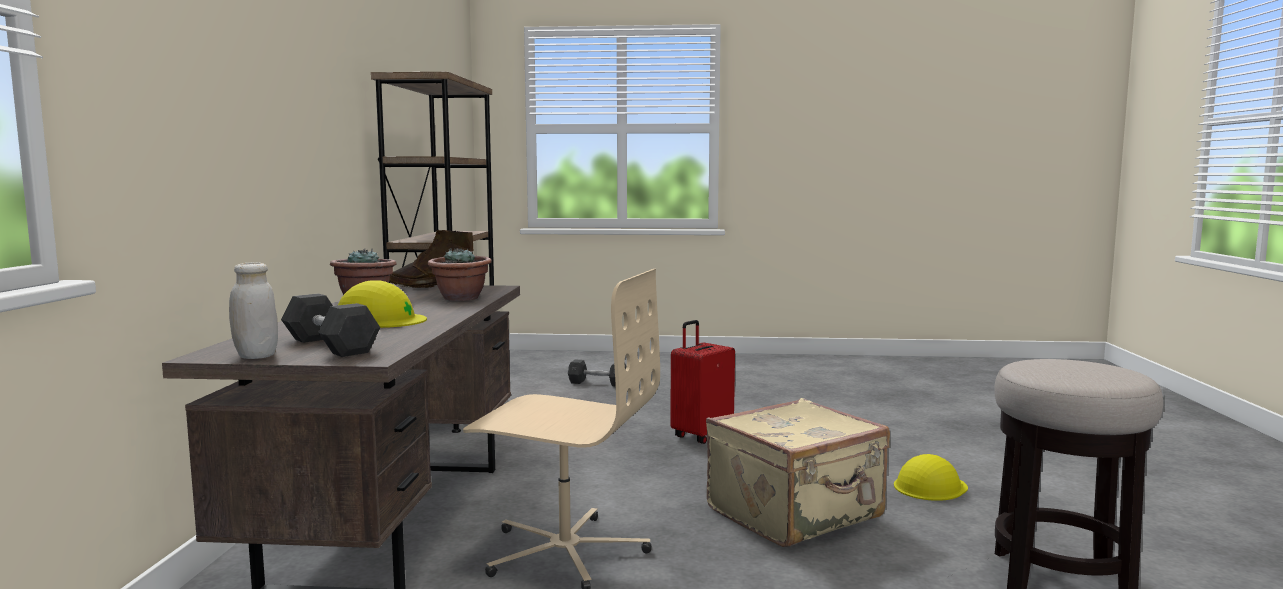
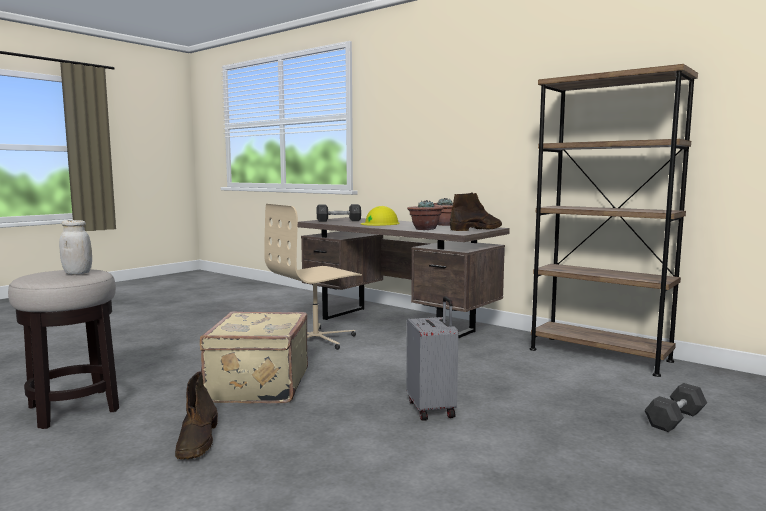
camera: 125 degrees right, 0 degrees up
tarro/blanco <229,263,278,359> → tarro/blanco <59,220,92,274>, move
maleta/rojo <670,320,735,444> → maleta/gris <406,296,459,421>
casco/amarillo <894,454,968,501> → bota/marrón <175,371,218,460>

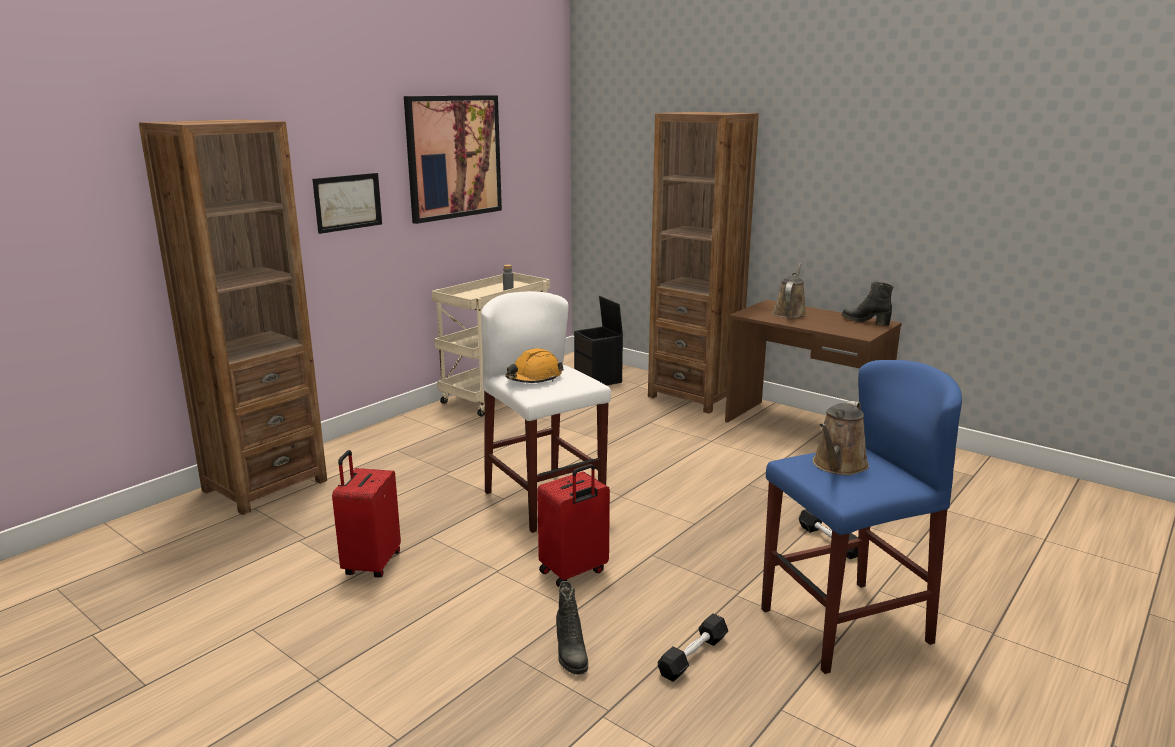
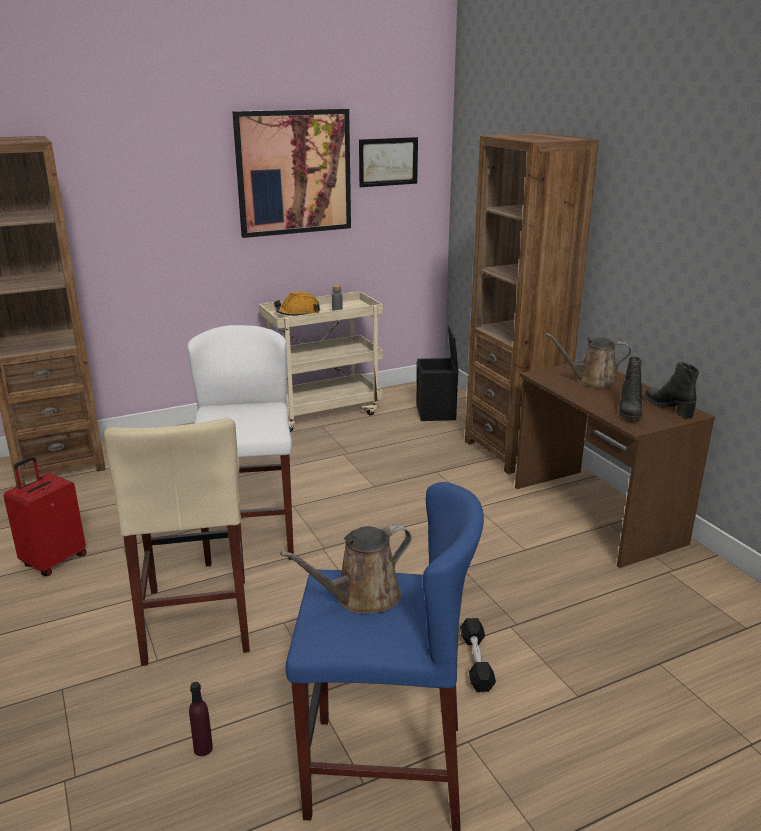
camera: 25 degrees right, 5 degrees up
cuadro <312,173,382,234> → cuadro <359,137,418,187>, move
regadera/marrón <772,263,806,318> → regadera/marrón <546,333,632,388>, 135 degrees counterclockwise
casco/naranja <505,348,564,383> → casco/naranja <274,291,320,316>, move
maleta/rojo <537,464,610,587> → taburete/beis <104,418,250,666>
bota/negro <556,581,588,674> → bota/negro <619,356,642,421>, move
mancuerna/negro <657,613,728,681> → botella/morado <189,682,213,756>

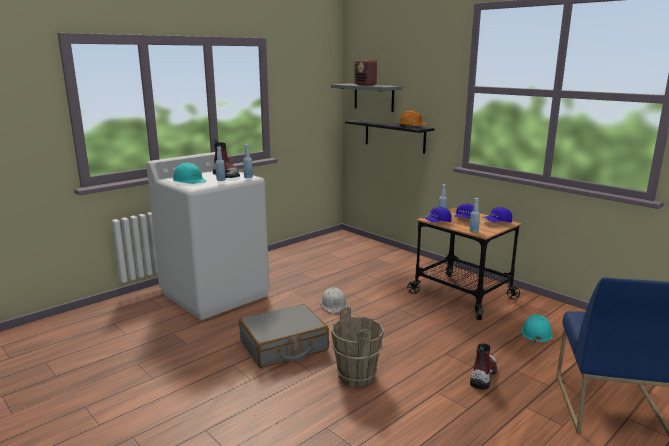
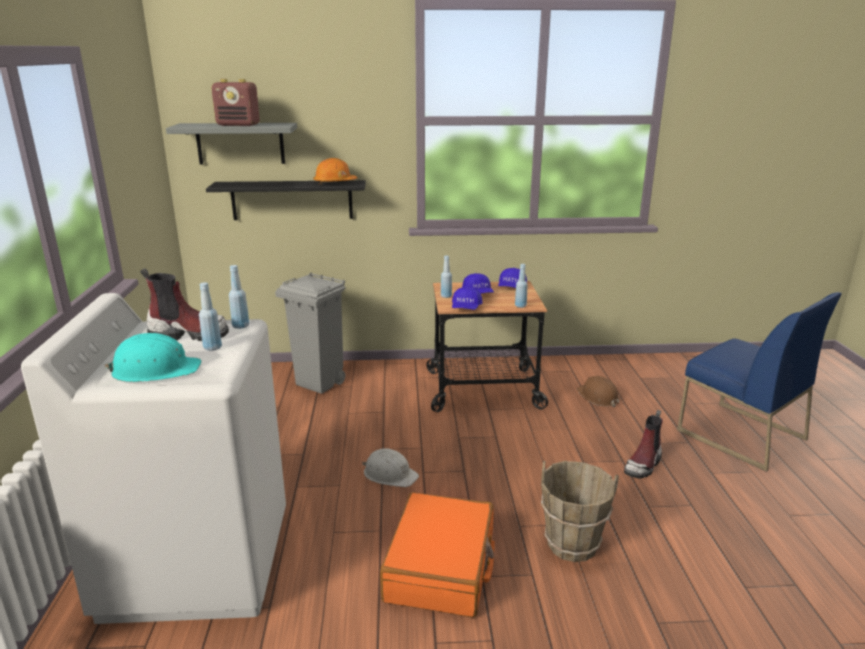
camera: 50 degrees left, 5 degrees up
maleta/gris <239,304,329,368> → maleta/naranja <380,492,495,618>
casco/turquesa <522,315,553,343> → casco/marrón <577,376,619,407>
bota <470,343,497,390> → bota <624,410,663,479>, 120 degrees counterclockwise
- → papelera/gris <275,272,346,394>

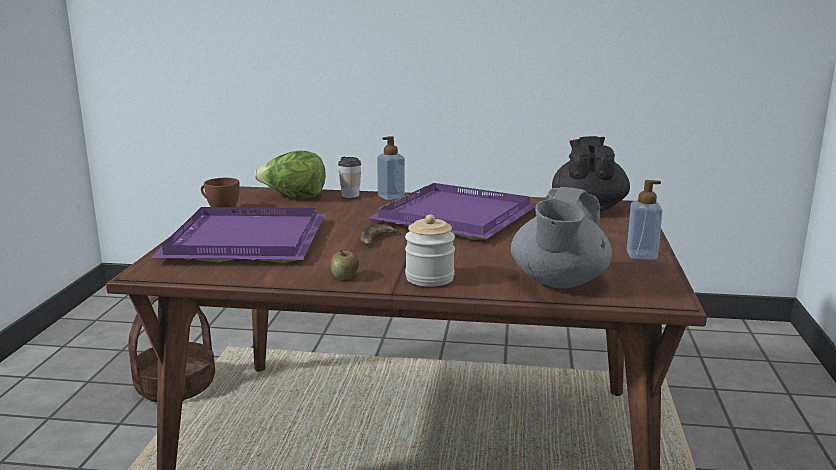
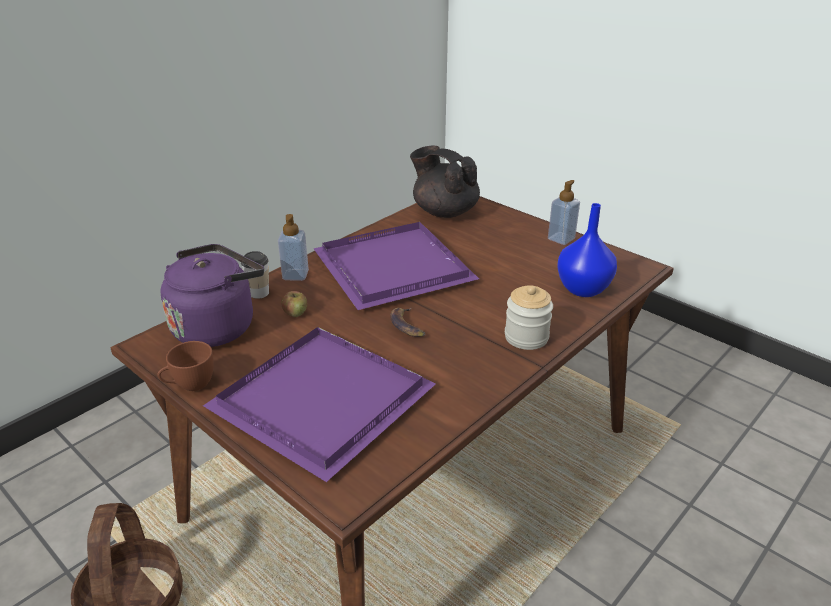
camera: 55 degrees left, 15 degrees up
lechuga <254,150,325,198> → hervidor/morado <160,244,264,347>
tetera/gris <511,187,612,288> → florero/azul <557,203,617,297>
manzana <330,250,359,280> → manzana <281,291,307,317>, move

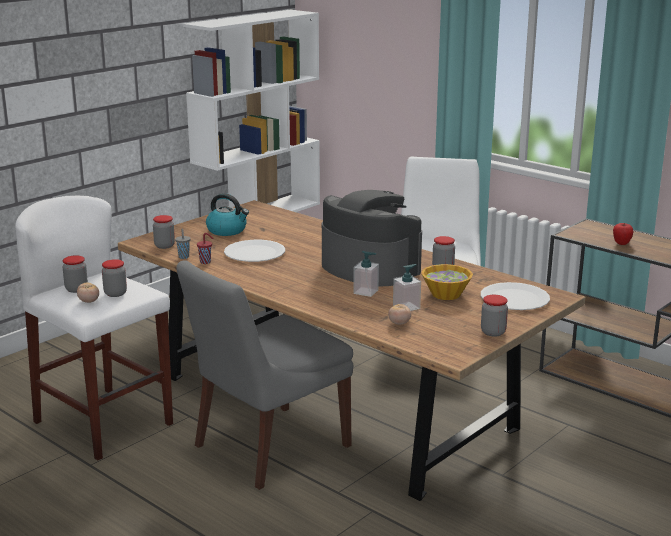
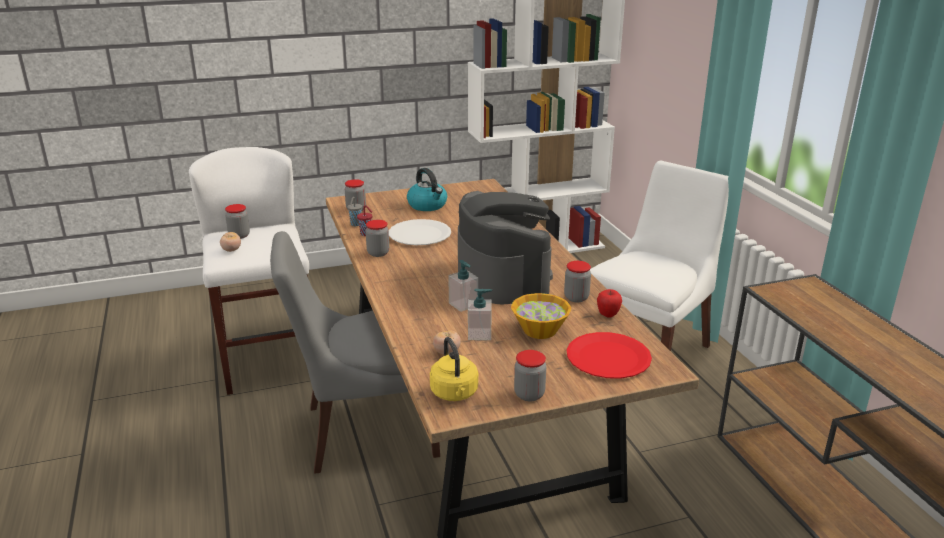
camera: 30 degrees right, 5 degrees up
manzana <613,223,633,245> → manzana <597,289,622,318>, move
tarro <102,259,127,297> → tarro <366,220,389,257>, move
plato/blanco <481,282,550,310> → plato/rojo <567,332,652,379>
- → hervidor/amarillo <430,337,478,401>

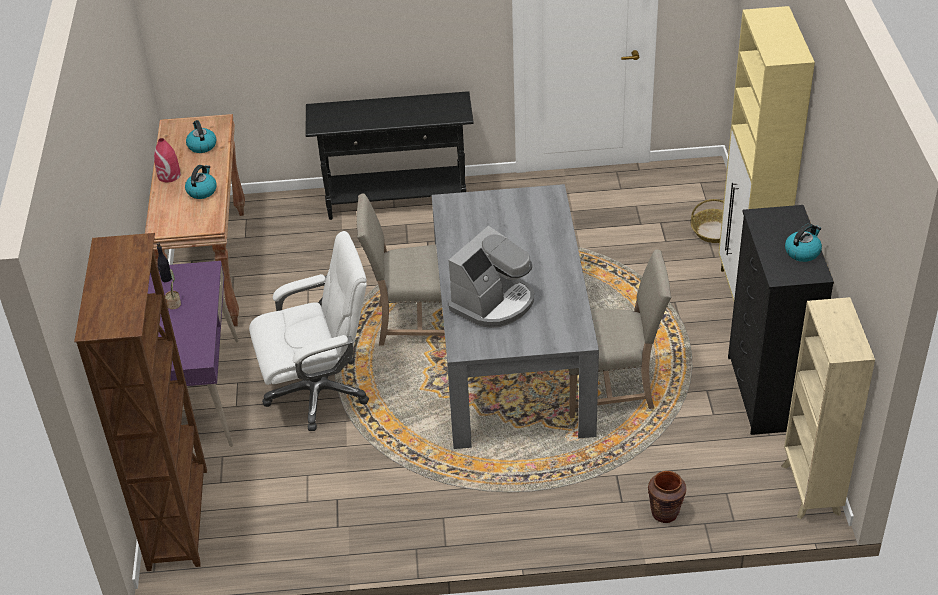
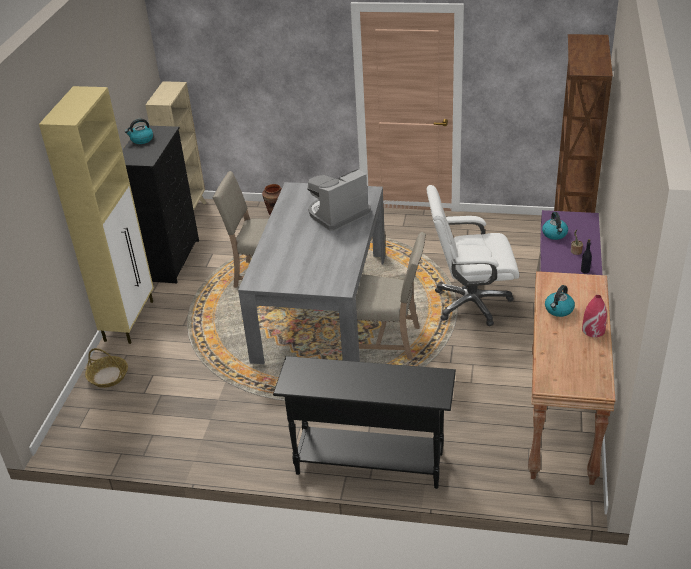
camera: 165 degrees left, 5 degrees down
hervidor <186,120,216,153> → hervidor <542,212,568,240>, move

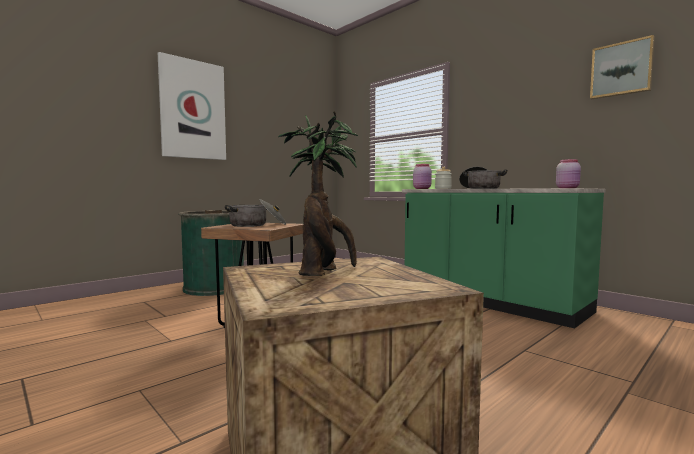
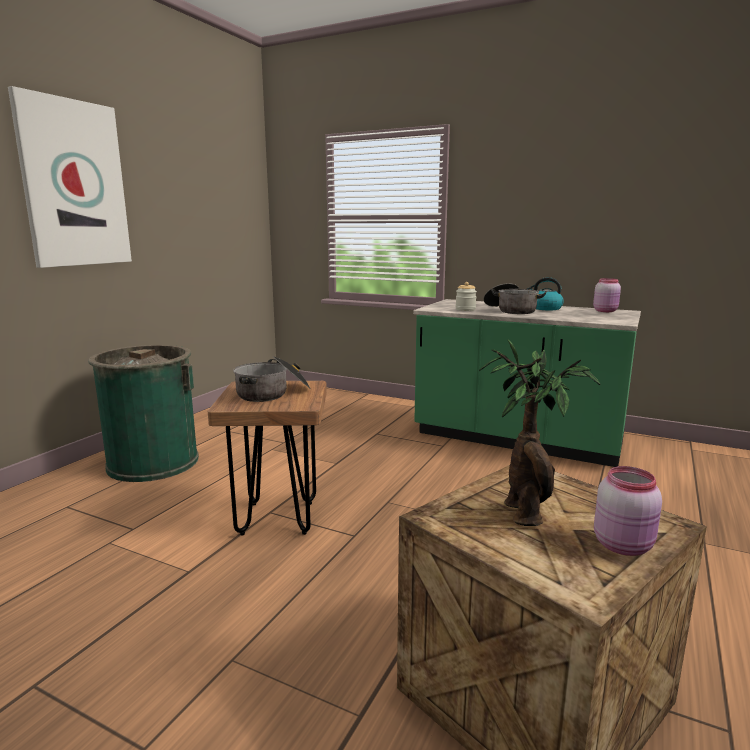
camera: 20 degrees left, 10 degrees up
cuadro <590,35,655,99> → -
tarro/rosa <413,164,432,189> → tarro/rosa <594,466,662,556>, move
- → hervidor <527,277,564,310>

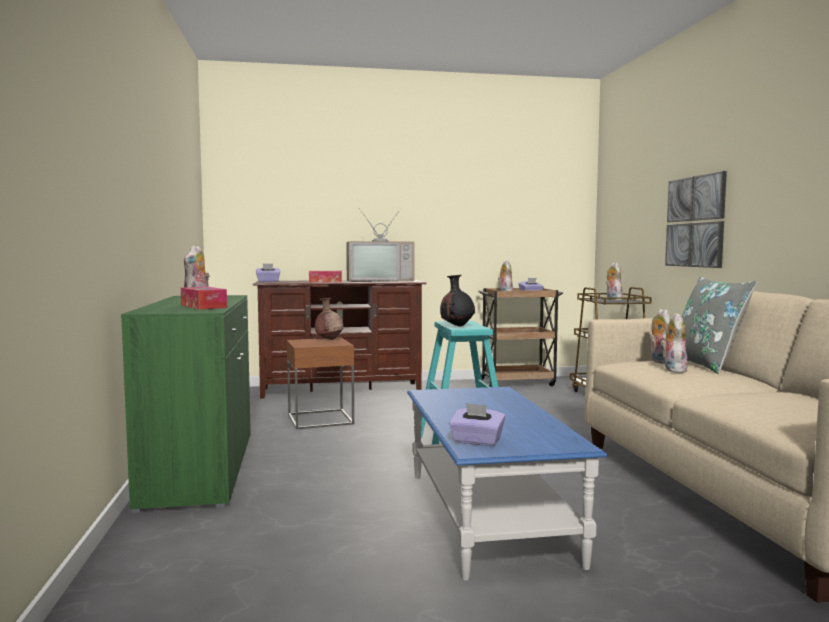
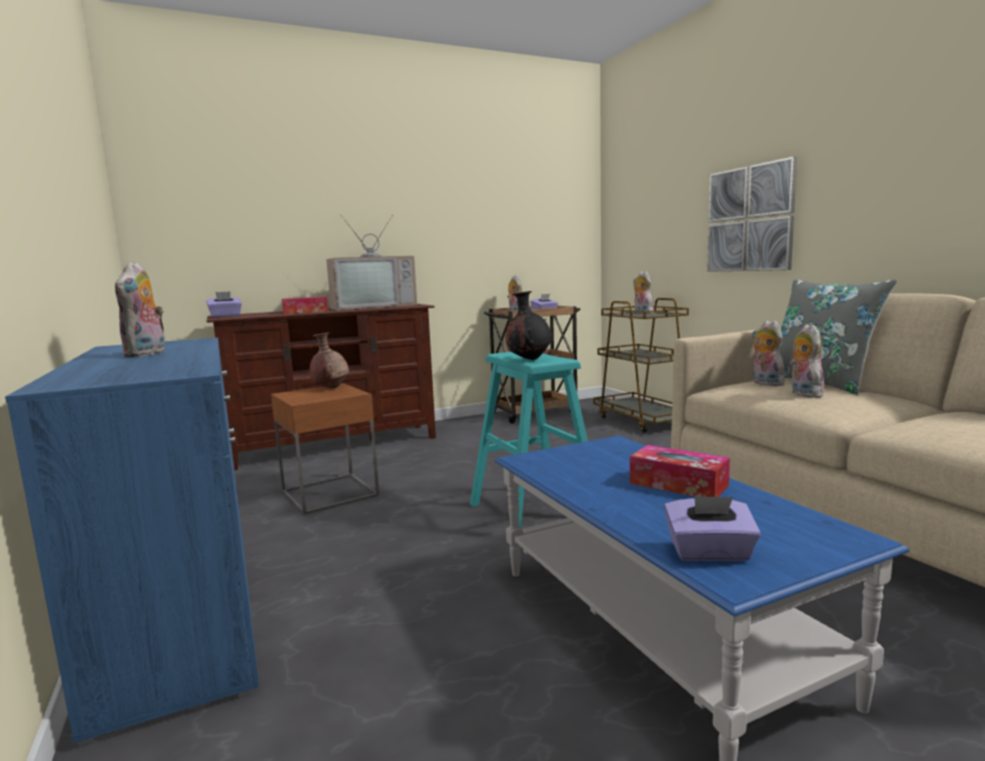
camera: 15 degrees left, 5 degrees up
caja de pañuelos <181,287,227,309> → caja de pañuelos <630,445,730,497>, move
armario/verde <121,295,251,513> → armario/azul <5,338,259,748>

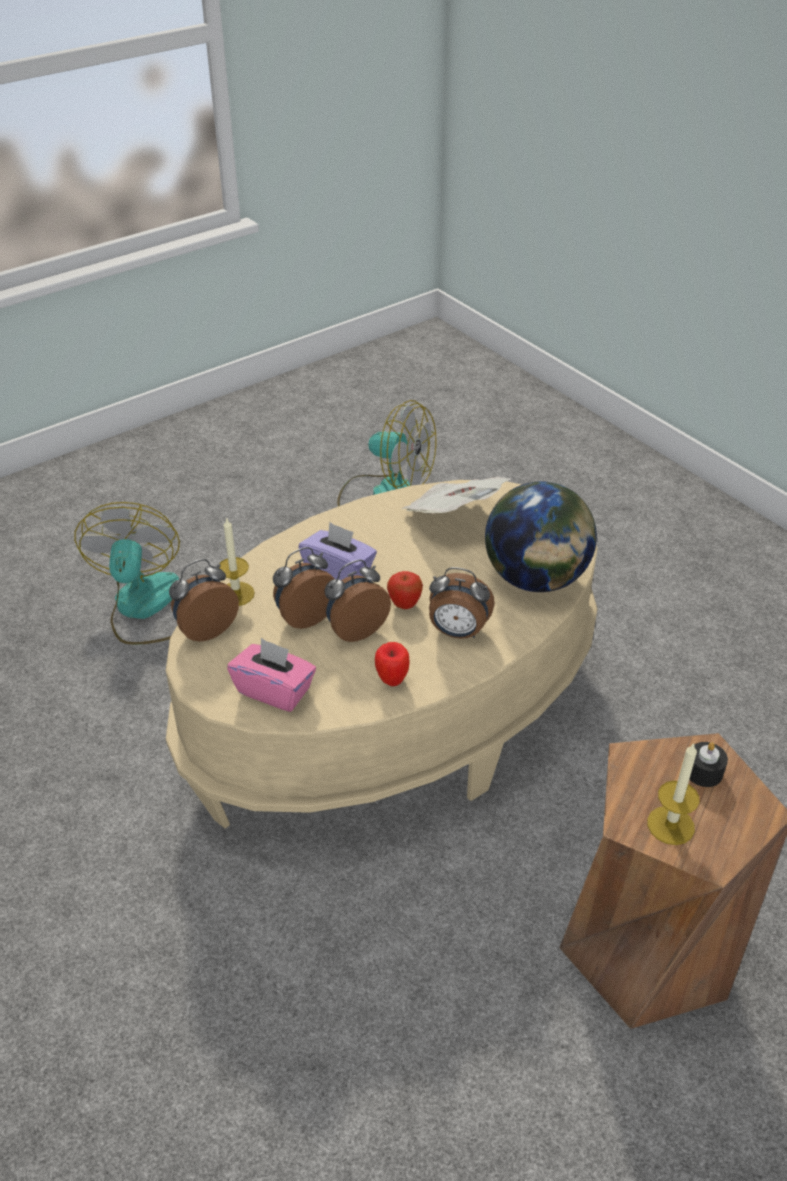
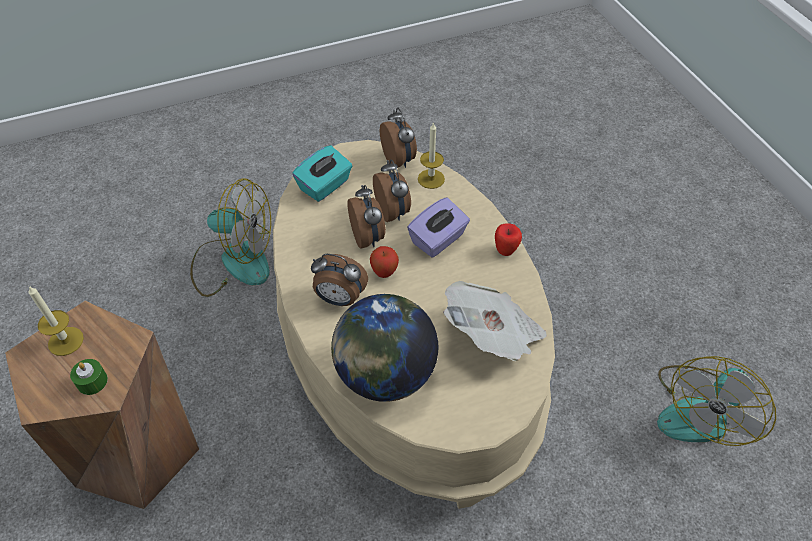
camera: 105 degrees right, 10 degrees up
ventilador <74,502,180,645> → ventilador <190,178,271,297>, move
despertador <429,567,495,639> → despertador <311,254,368,306>, 105 degrees counterclockwise
caja de pañuelos/rosa <227,638,316,712> → caja de pañuelos/turquesa <292,145,352,202>
manzana <375,642,410,686> → manzana <495,224,522,256>, move
vela/negro <689,742,728,787> → vela/verde <70,359,108,395>

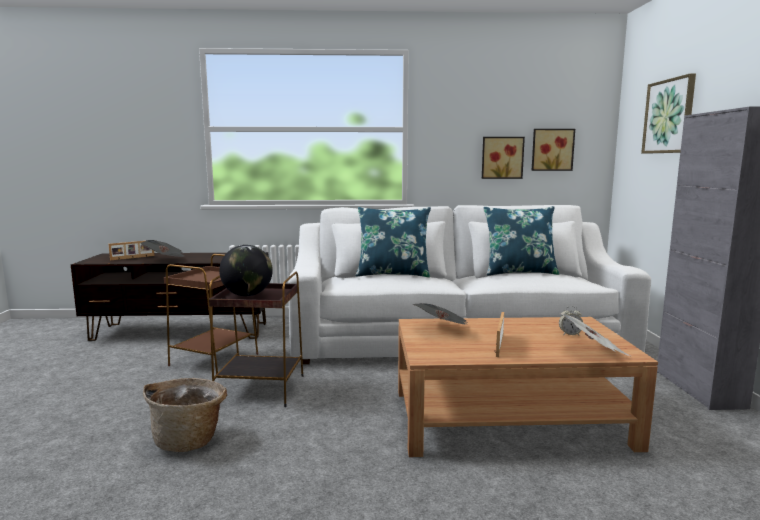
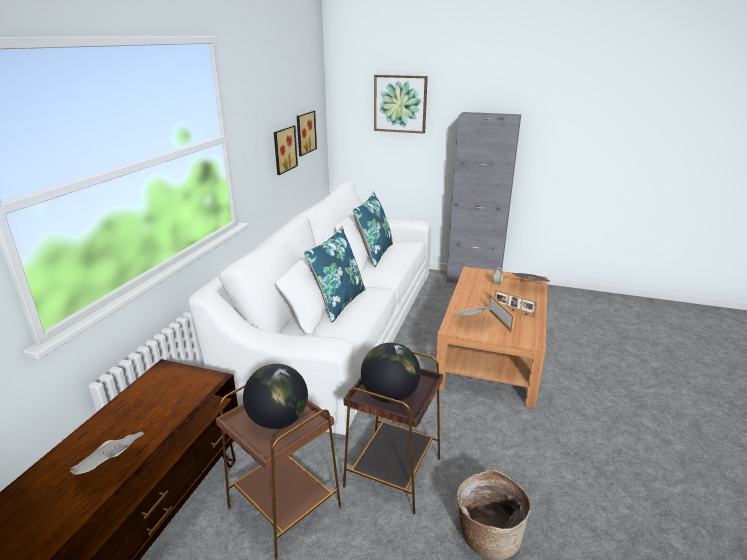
camera: 70 degrees left, 15 degrees up
portarretratos <108,241,155,260> → portarretratos <489,295,515,333>, move
- → globo terráqueo <243,364,308,429>

